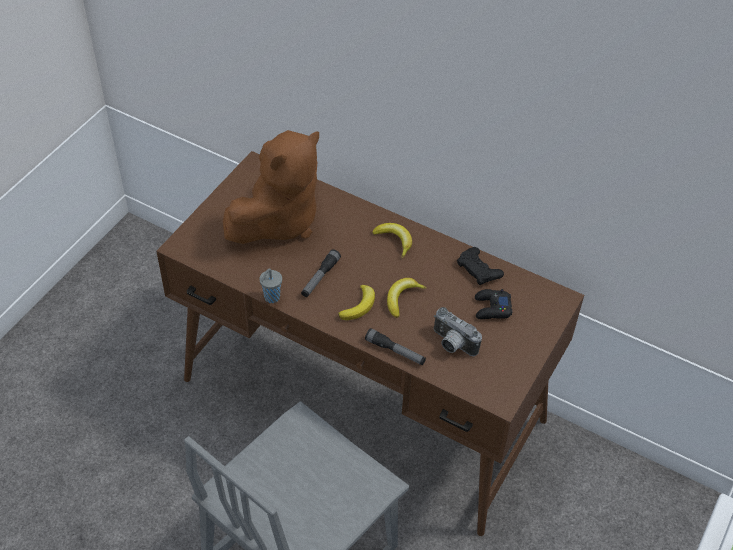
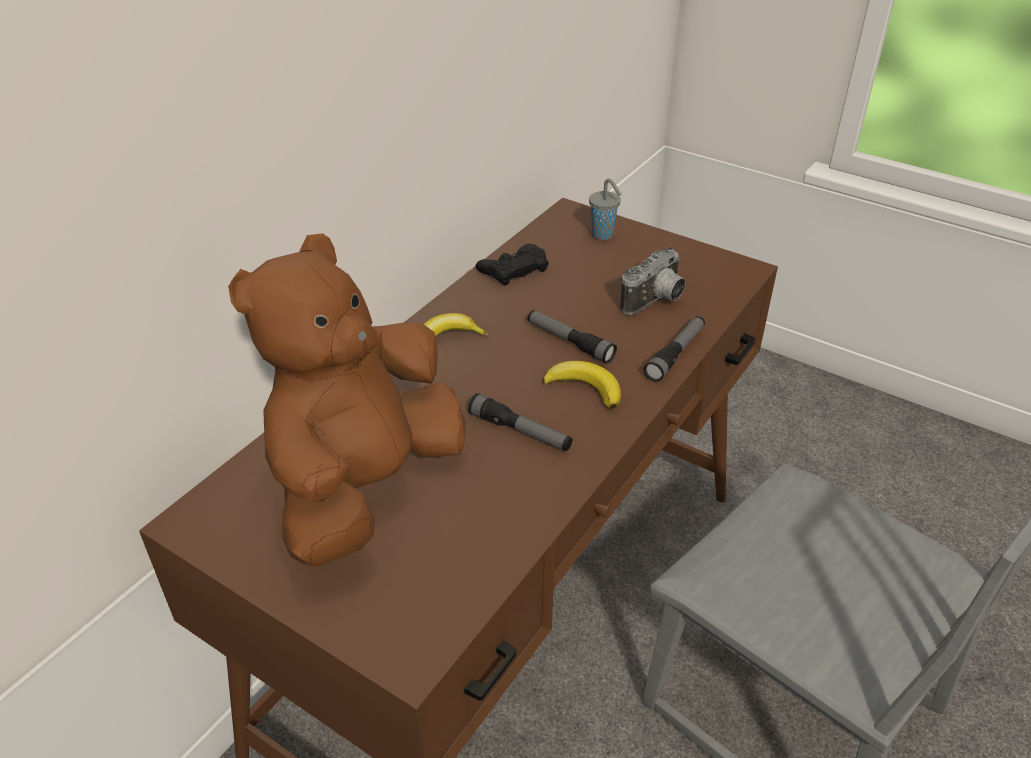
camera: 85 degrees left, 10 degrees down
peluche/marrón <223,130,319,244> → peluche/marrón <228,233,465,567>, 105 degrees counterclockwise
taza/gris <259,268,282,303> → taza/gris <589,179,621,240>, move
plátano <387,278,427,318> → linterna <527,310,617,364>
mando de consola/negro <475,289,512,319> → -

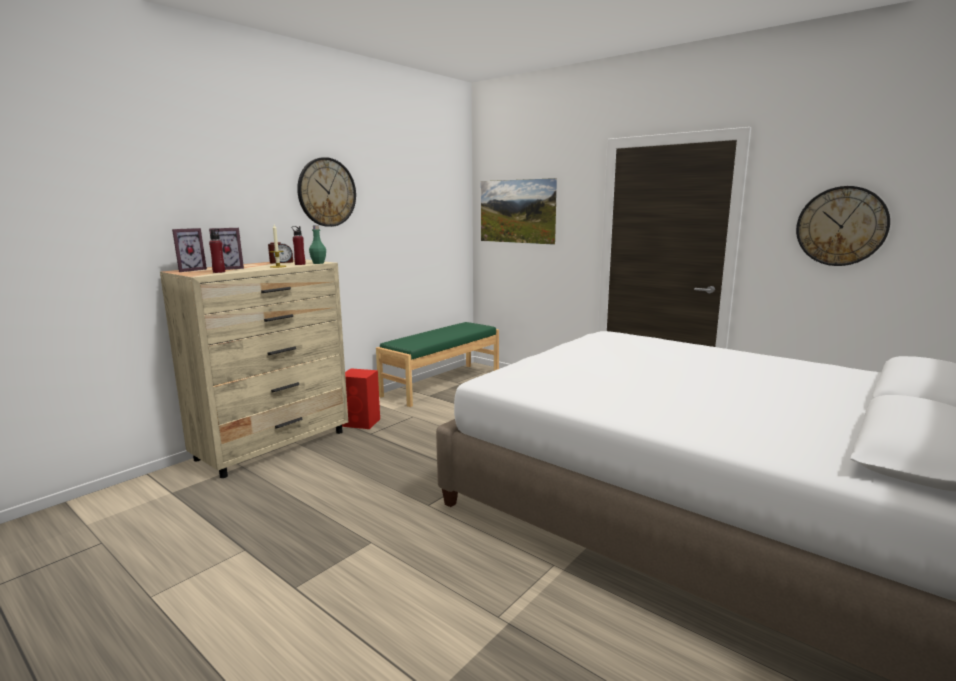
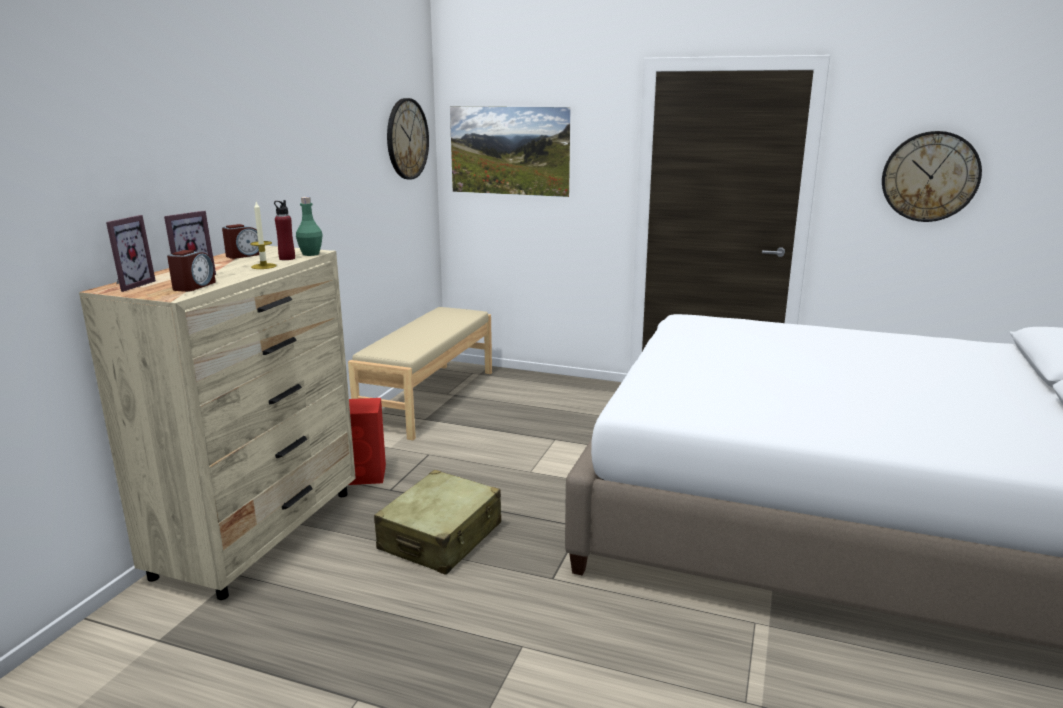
camera: 20 degrees left, 5 degrees up
reloj de pared <297,157,356,227> → reloj de pared <387,98,429,180>, move
botella/rojo <209,229,225,273> → despertador <167,250,216,292>
banco/verde <376,322,499,407> → banco/beis <348,307,492,440>
- → maleta/beis <374,470,501,575>

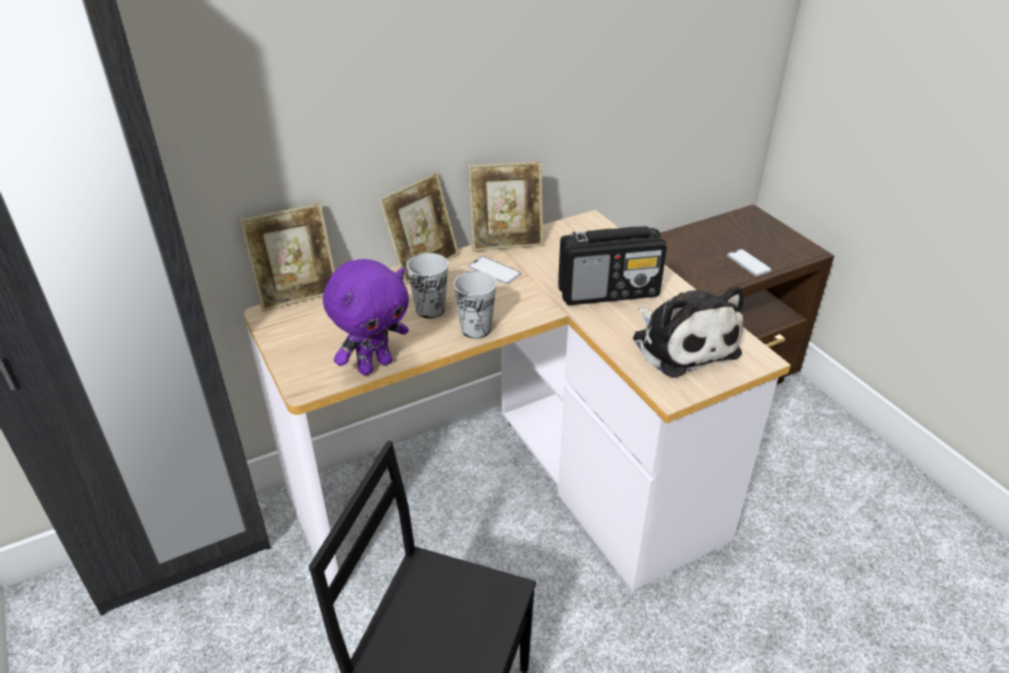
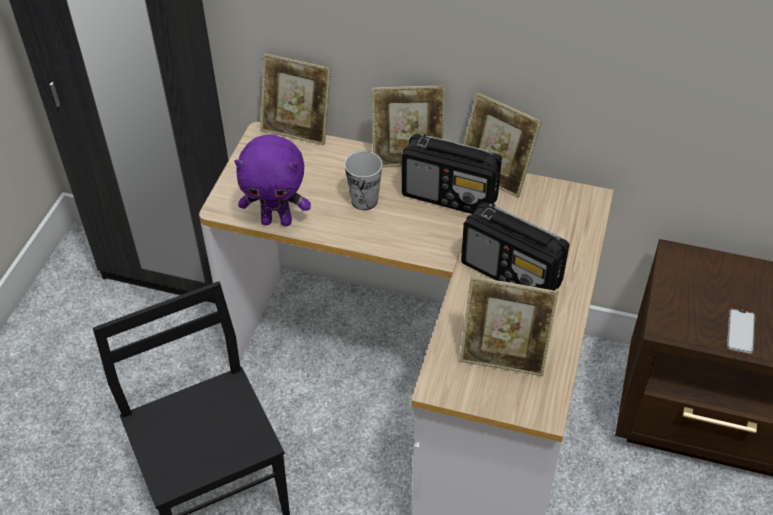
camera: 45 degrees right, 10 degrees up
móvil <468,256,521,285> → radio <402,133,502,214>
taza <454,271,496,339> → -
peluche <633,286,744,378> → portarretratos <460,276,559,376>

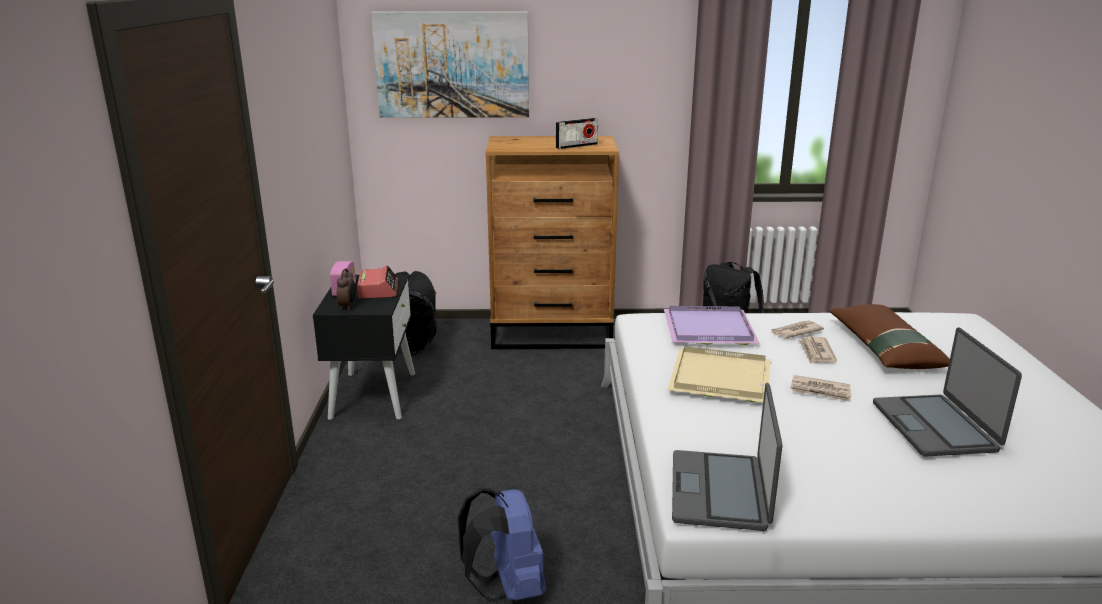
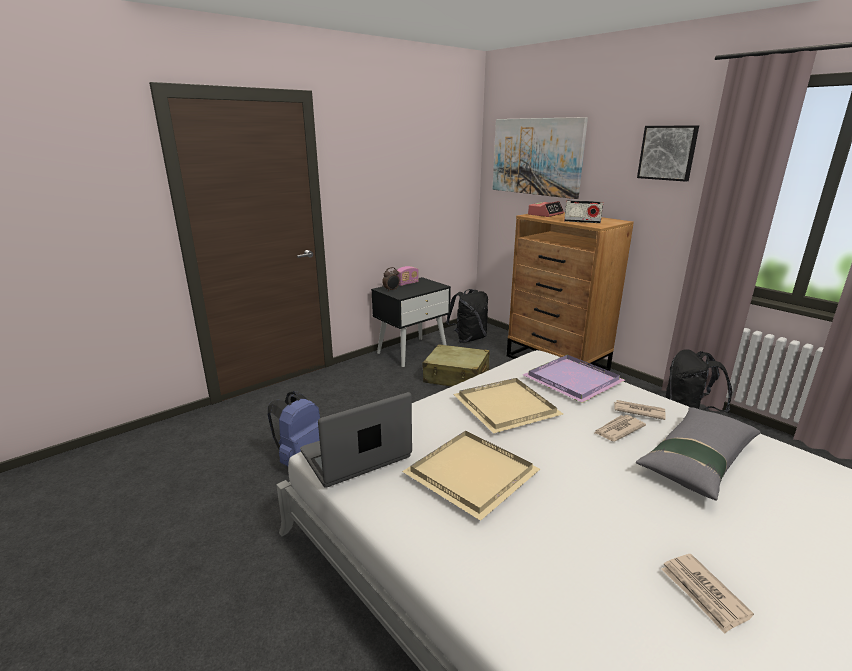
camera: 50 degrees right, 0 degrees up
despertador <357,265,398,299> → despertador <528,201,564,217>, move
cojín/marrón <828,304,950,369> → cojín/gris <636,407,761,500>
portátil <873,327,1022,457> → -
periódico <791,375,851,402> → periódico <661,554,754,634>, move
- → cuadro <637,125,699,182>
- → maleta/beis <422,344,490,387>
- → bandeja/beis <402,430,540,521>

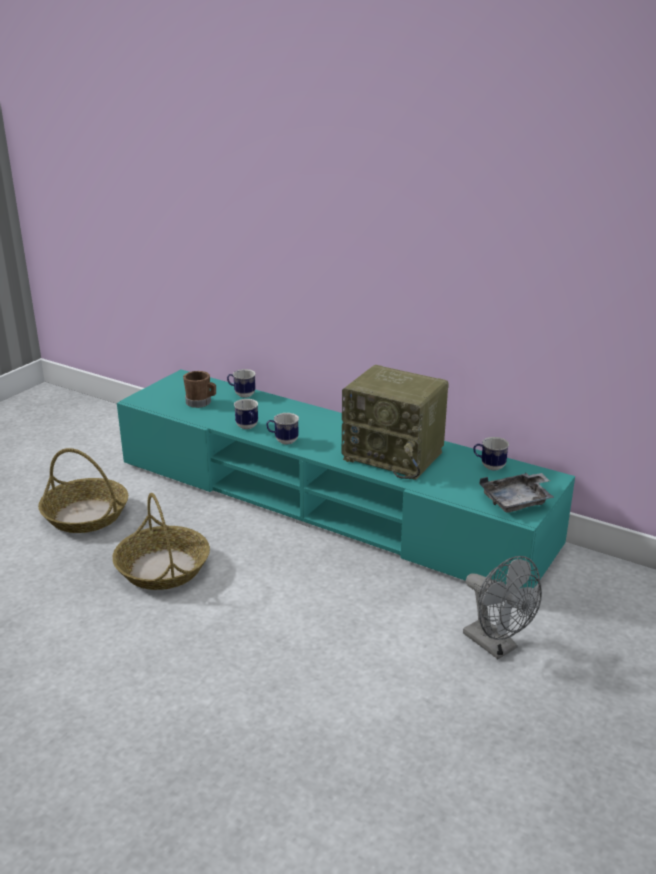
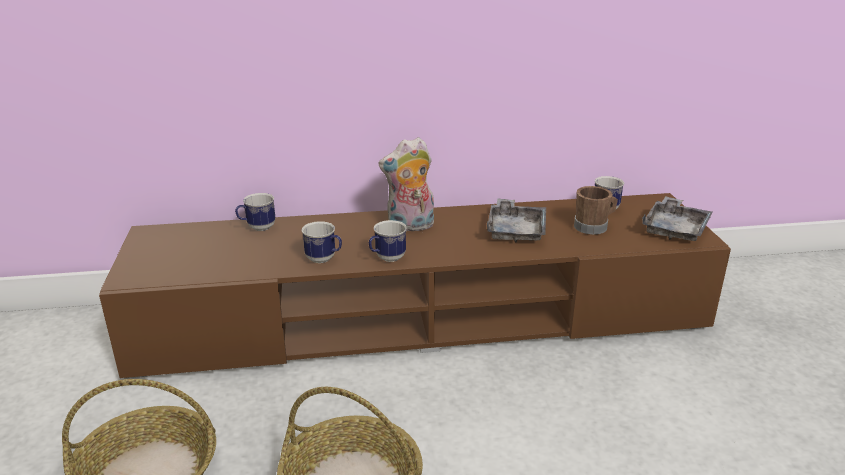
camera: 40 degrees left, 0 degrees up
radio <342,365,449,480> → bandeja/gris <487,198,546,243>
mueble de televisión/turquesa <117,370,575,589> → mueble de televisión/marrón <99,193,731,379>
taza grande/marrón <183,371,216,408> → taza grande/marrón <574,186,618,235>, move
ventilador/gris <463,556,542,659> → -
- → peluche <378,137,434,233>

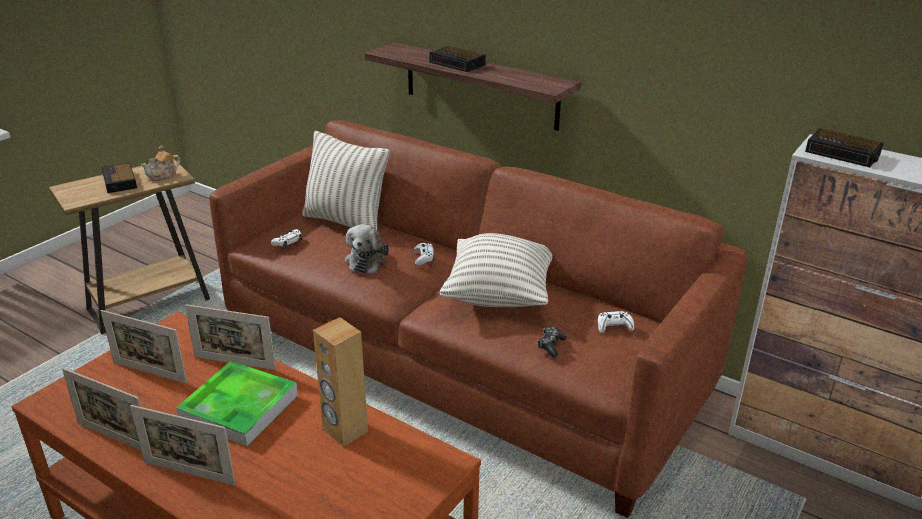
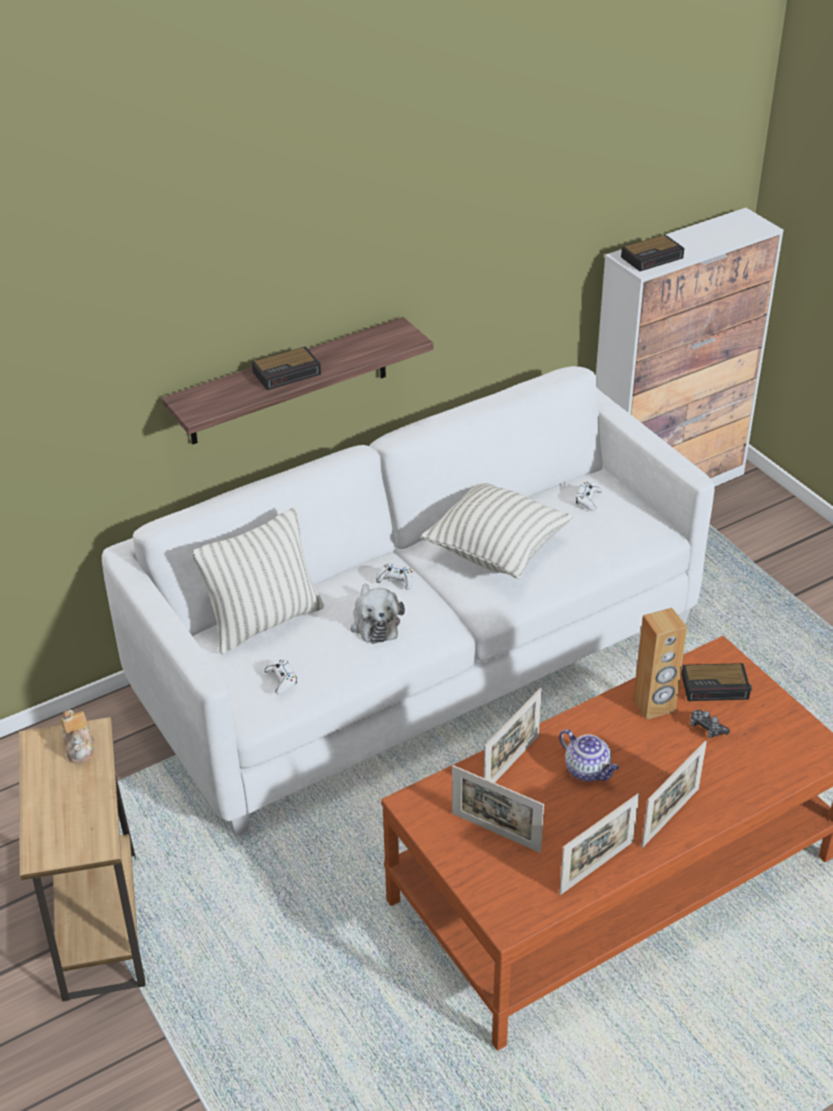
camera: 65 degrees left, 10 degrees up
sofá/marrón <209,120,748,518> → sofá/blanco <102,366,715,837>
despertador <101,163,137,193> → despertador <681,663,752,701>, move
peluche <345,224,389,273> → peluche <350,584,405,644>, 45 degrees clockwise
portarretratos <101,310,187,383> → portarretratos <452,765,544,853>, 75 degrees clockwise
mando de consola <537,326,566,357> → mando de consola <690,710,730,738>, move
bandeja <176,361,298,446> → tetera <559,729,619,781>

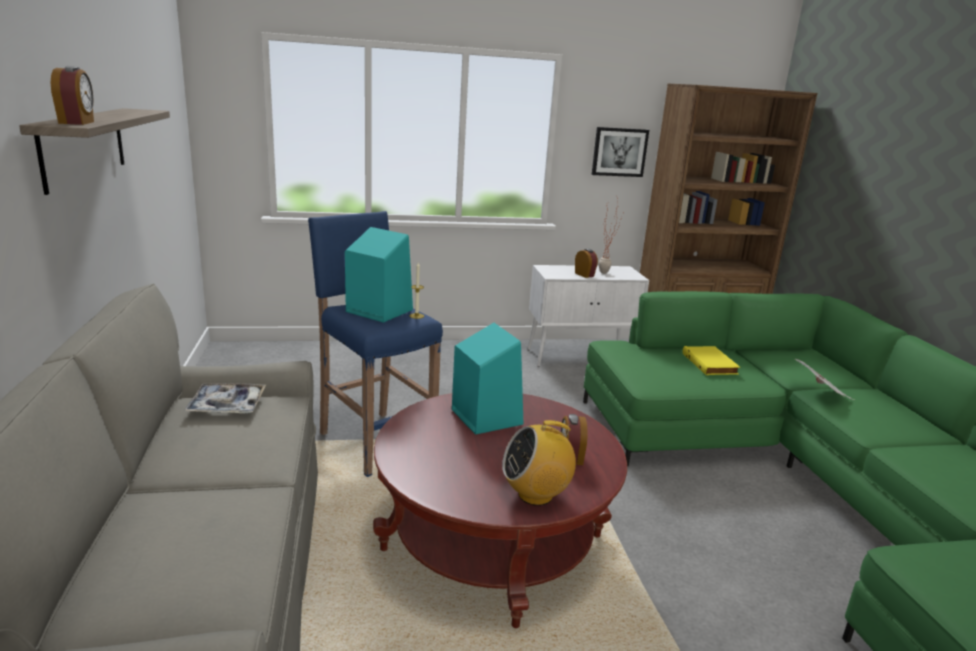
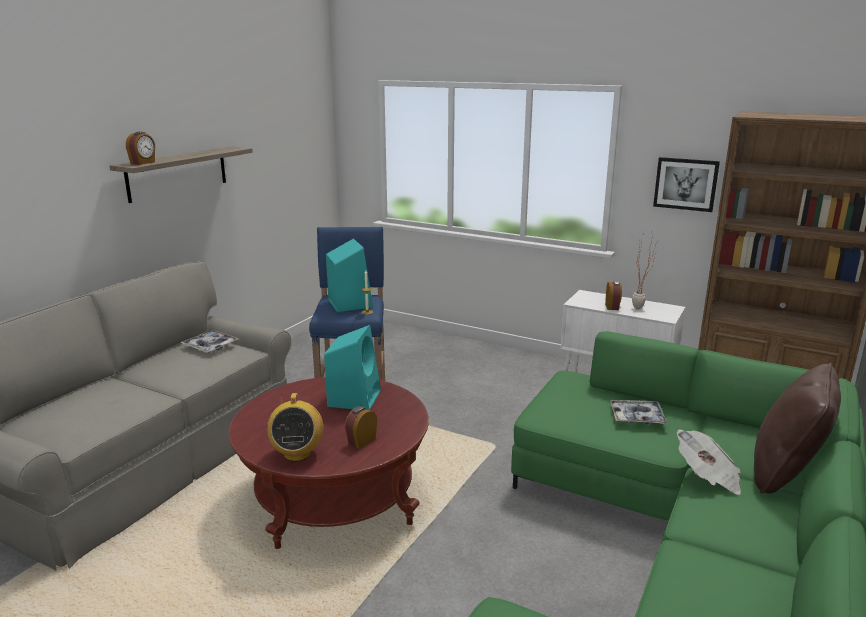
camera: 40 degrees right, 0 degrees up
libro/amarillo <683,346,740,375> → bandeja <610,400,667,424>
radio <502,420,576,506> → radio <267,393,324,462>, 120 degrees counterclockwise
- → cojín/marrón <754,363,841,494>

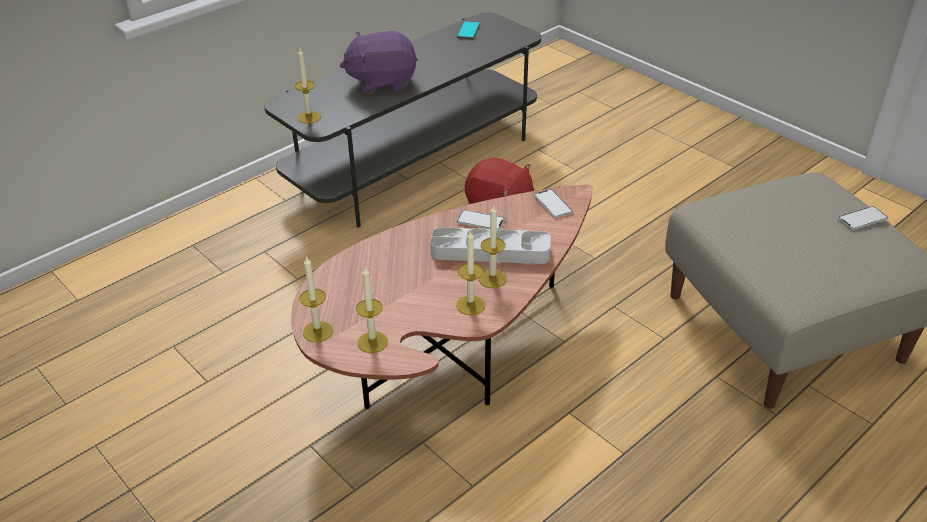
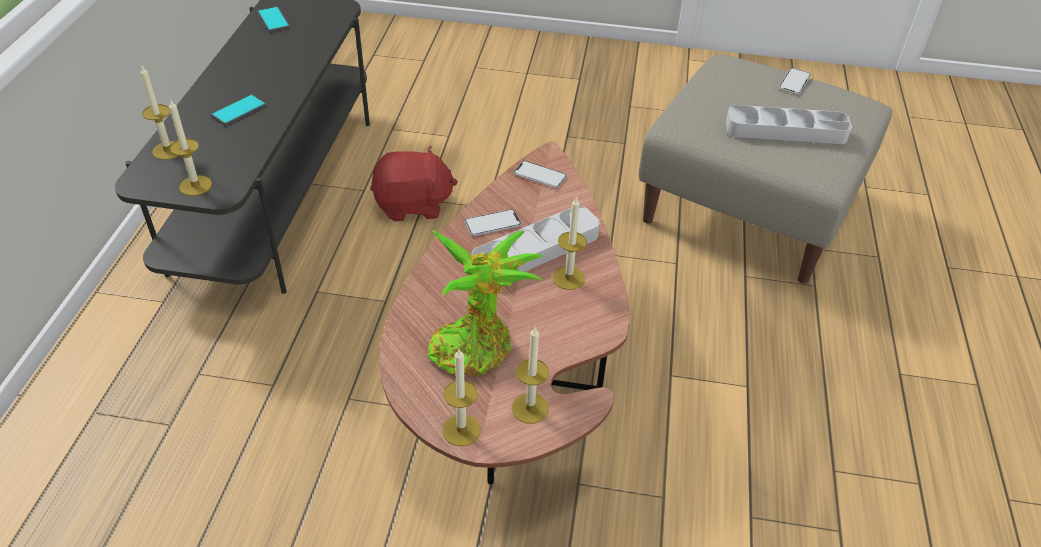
camera: 40 degrees left, 5 degrees up
peluche/morado <340,31,417,94> → móvil <211,94,266,126>
vela <456,230,485,315> → vela <140,66,179,160>, move
- → bandeja/gris <726,105,852,144>
- → planta en maceta <427,230,544,376>

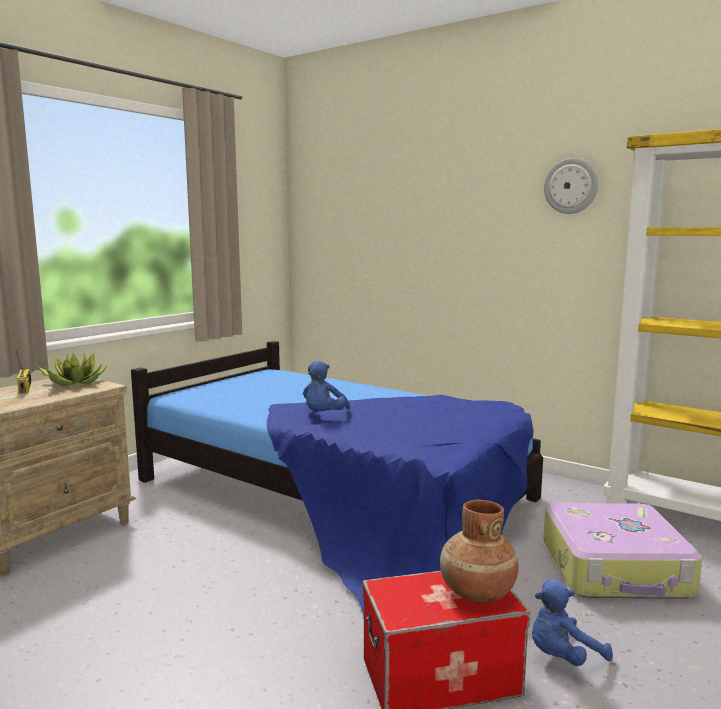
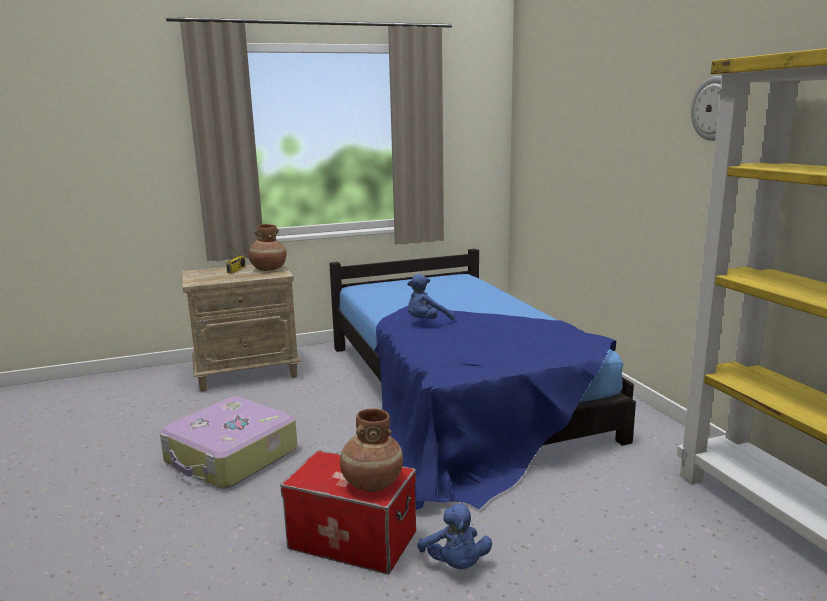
camera: 35 degrees right, 5 degrees up
planta en maceta <38,353,107,386> → florero/marrón <248,224,287,271>
maleta <543,503,702,599> → maleta <160,396,297,489>, move
peluche/azul <532,579,613,666> → peluche/azul <417,503,492,569>, 120 degrees counterclockwise

